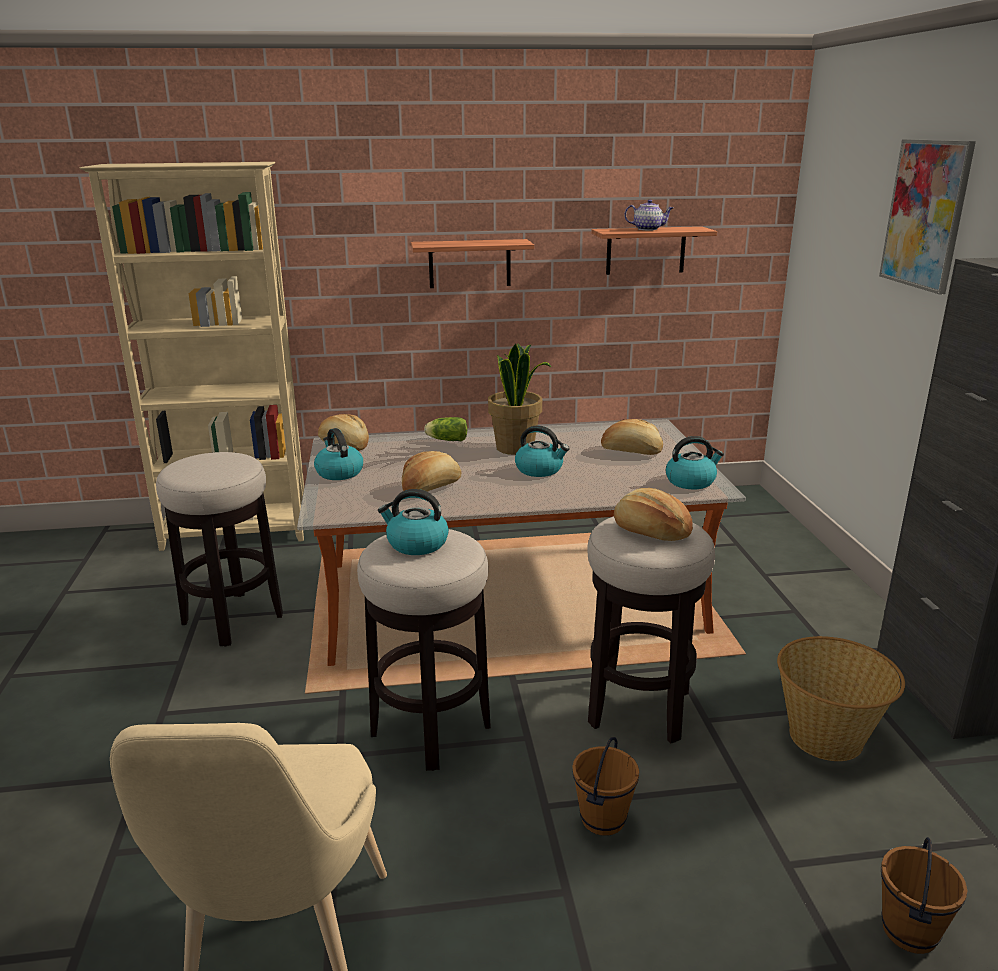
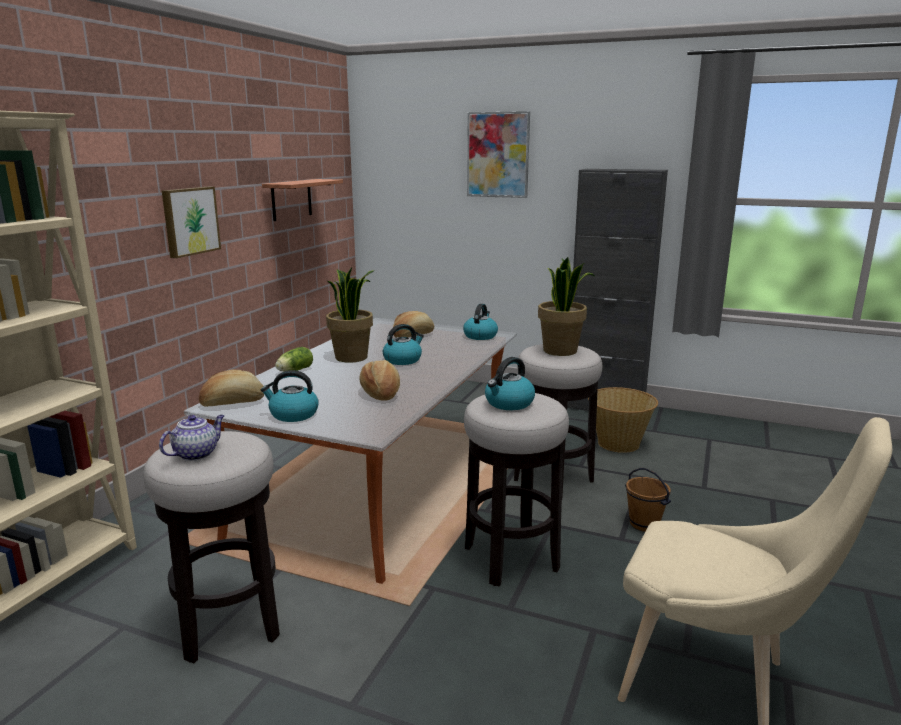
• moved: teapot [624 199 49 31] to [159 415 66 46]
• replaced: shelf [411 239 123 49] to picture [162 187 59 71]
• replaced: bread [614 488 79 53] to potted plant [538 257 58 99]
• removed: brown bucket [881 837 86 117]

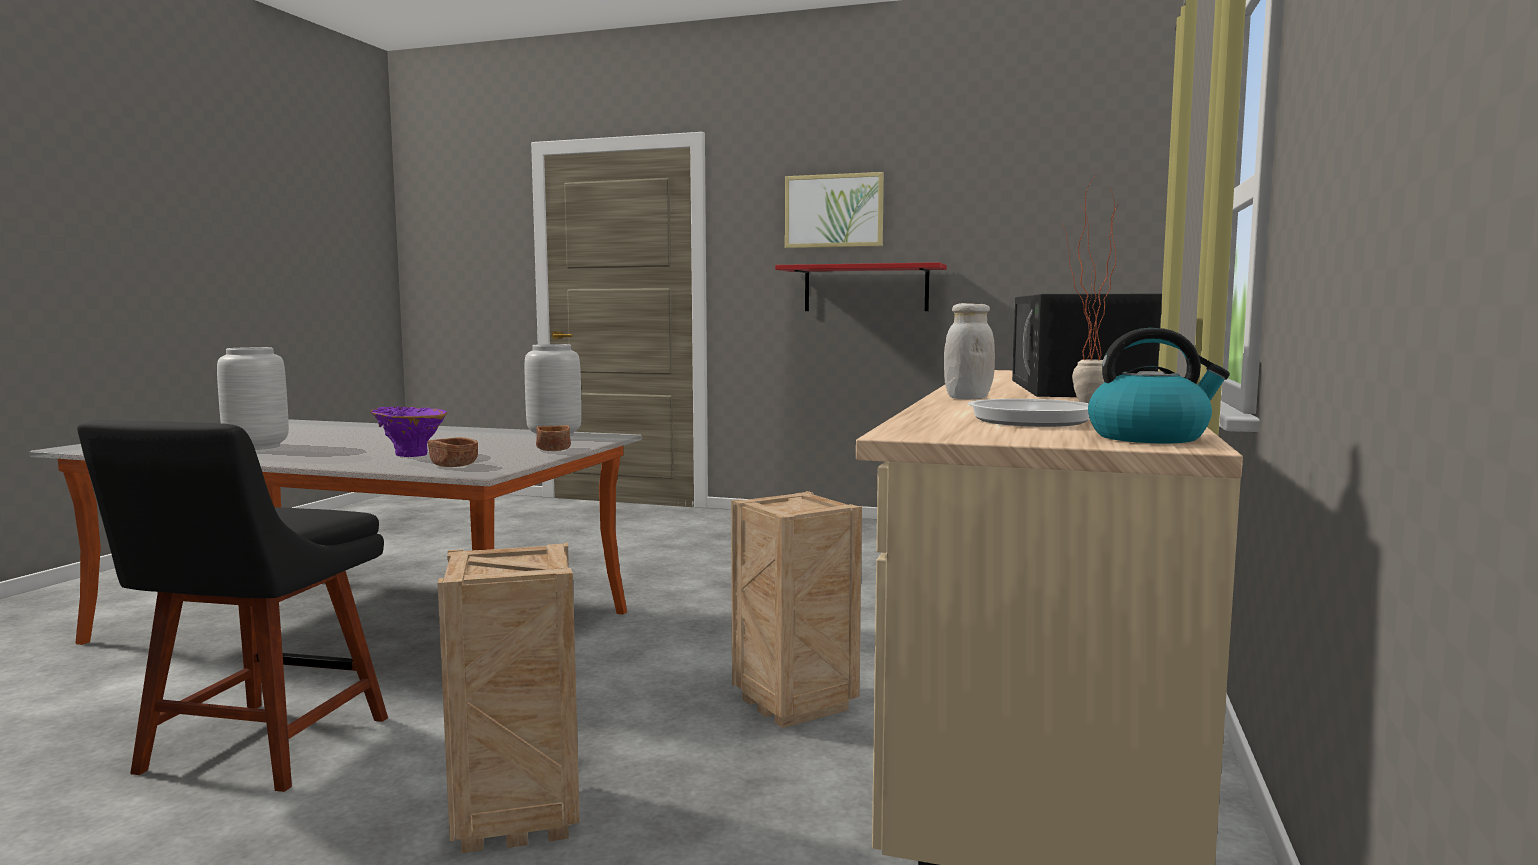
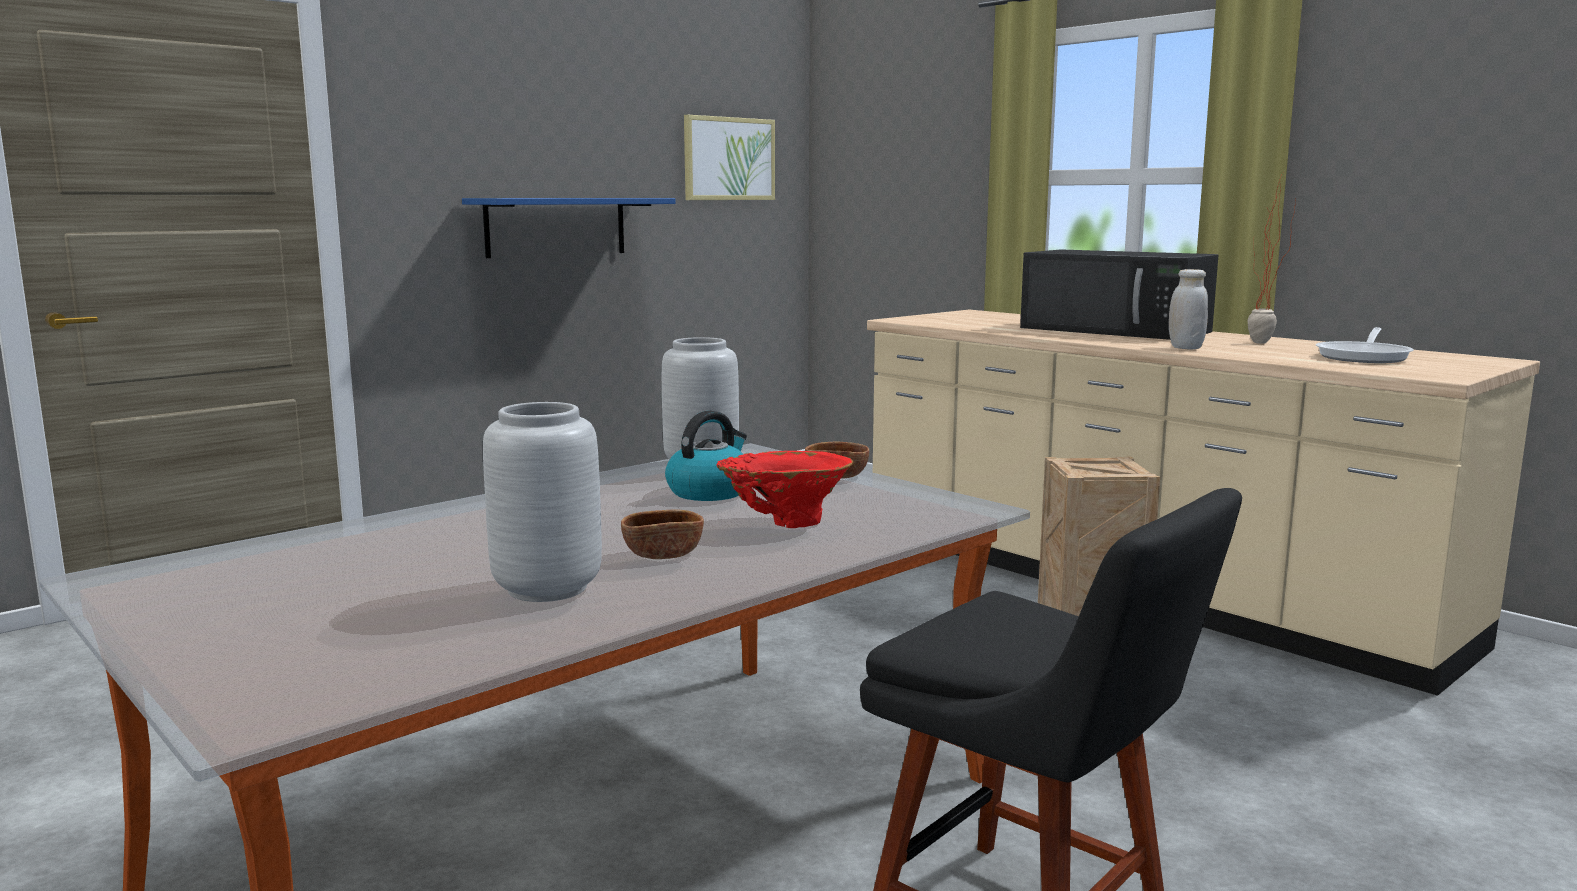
• moved: picture [785 172 99 76] to [684 115 91 85]
• recoloured: red shelf [775 262 172 49] to blue shelf [462 198 214 60]
• moved: kettle [1088 328 142 115] to [665 411 82 90]
• recoloured: purple vase [370 407 77 50] to red vase [716 451 137 77]
• moved: brown bowl [428 437 50 30] to [621 509 83 50]
• removed: crate [438 543 142 310]

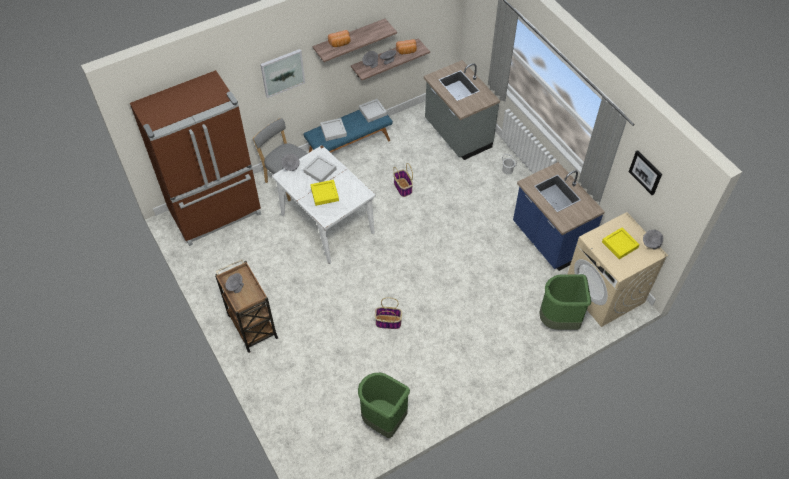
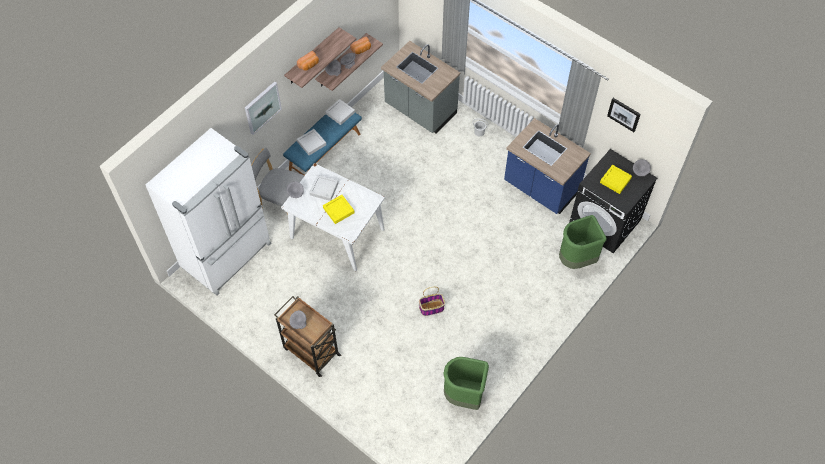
• recoloured: brown fridge [130 70 131 176] to white fridge [146 128 125 168]
• removed: basket [393 163 20 34]
• recoloured: beige washing machine [568 212 100 115] to black washing machine [569 149 88 104]

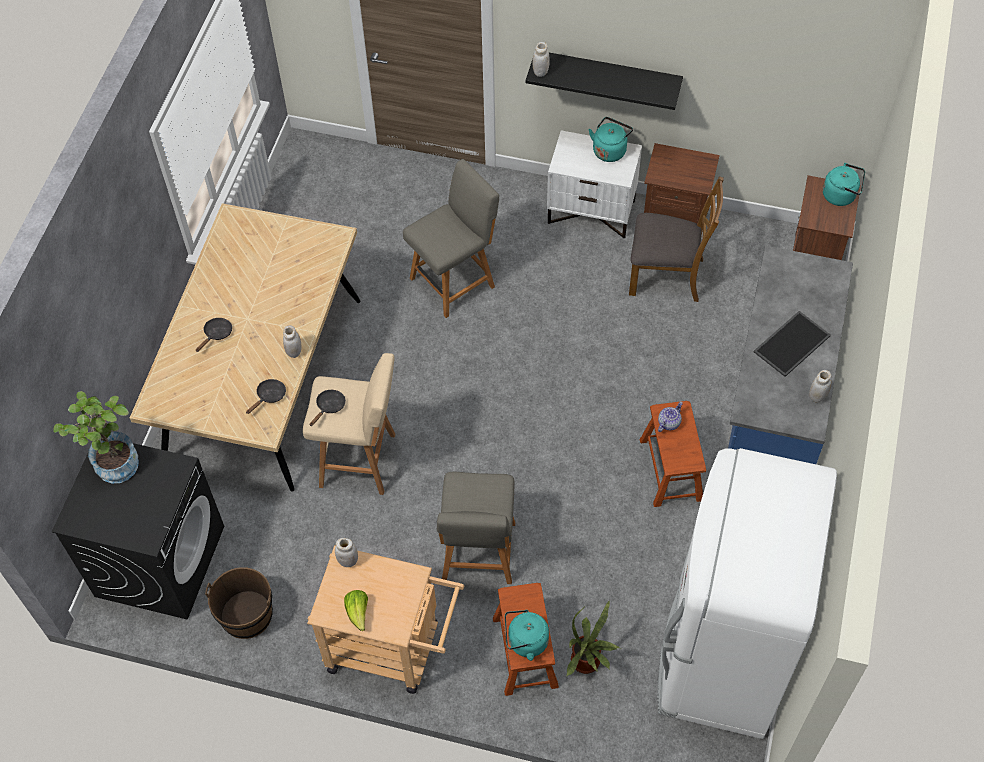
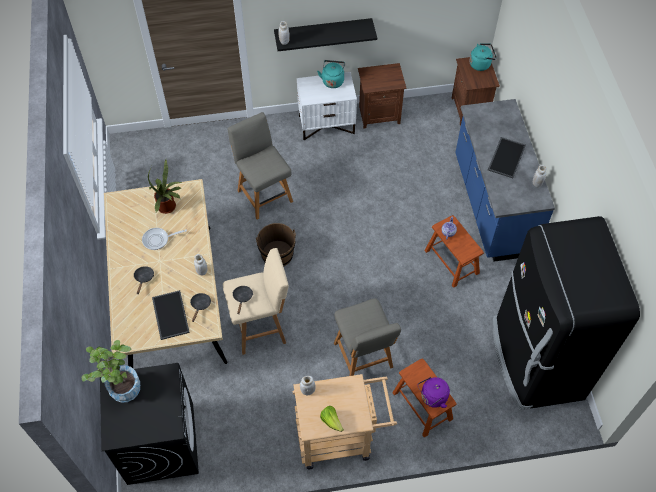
• turned: grey chair [403 159 96 159] = [228 112 65 108] 60 degrees counterclockwise
• removed: brown chair [629 176 95 126]
• recoloured: white fridge [657 448 180 291] to black fridge [493 216 147 194]
• moved: brown bucket [205 567 68 72] to [256 223 40 44]
• moved: potted plant [566 600 54 77] to [148 159 34 55]
• recoloured: turquoise kettle [505 610 44 51] to purple kettle [418 377 32 31]
• added: frying pan [142 228 45 22]
• added: tray [152 290 38 50]

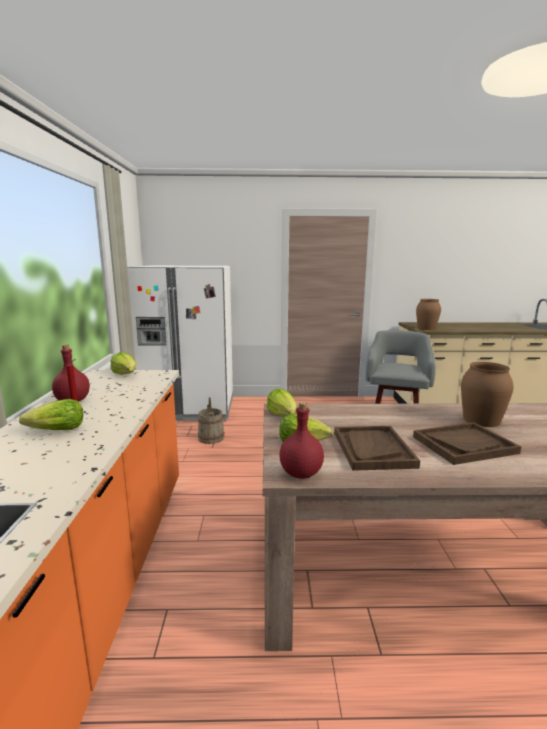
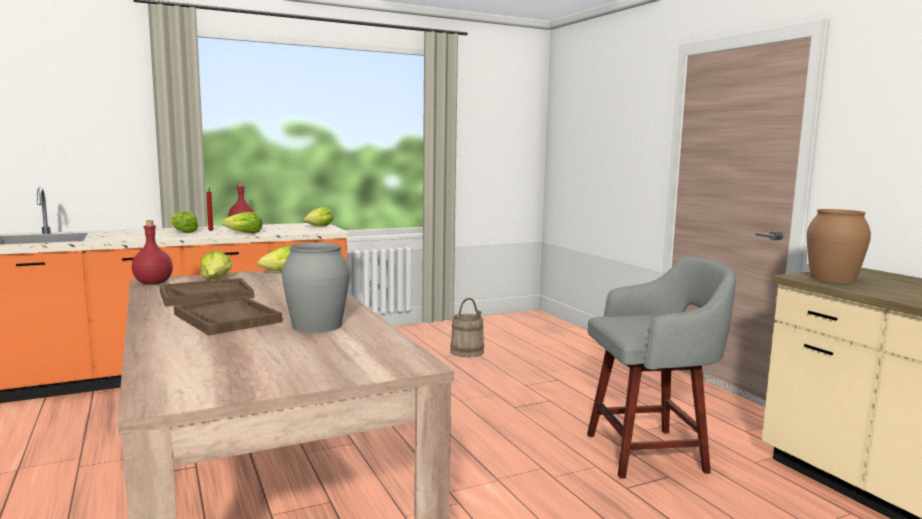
• removed: white fridge [127 266 106 155]
• recoloured: brown vase [461 362 53 65] to grey vase [282 242 68 91]
• added: lettuce [222 212 41 21]

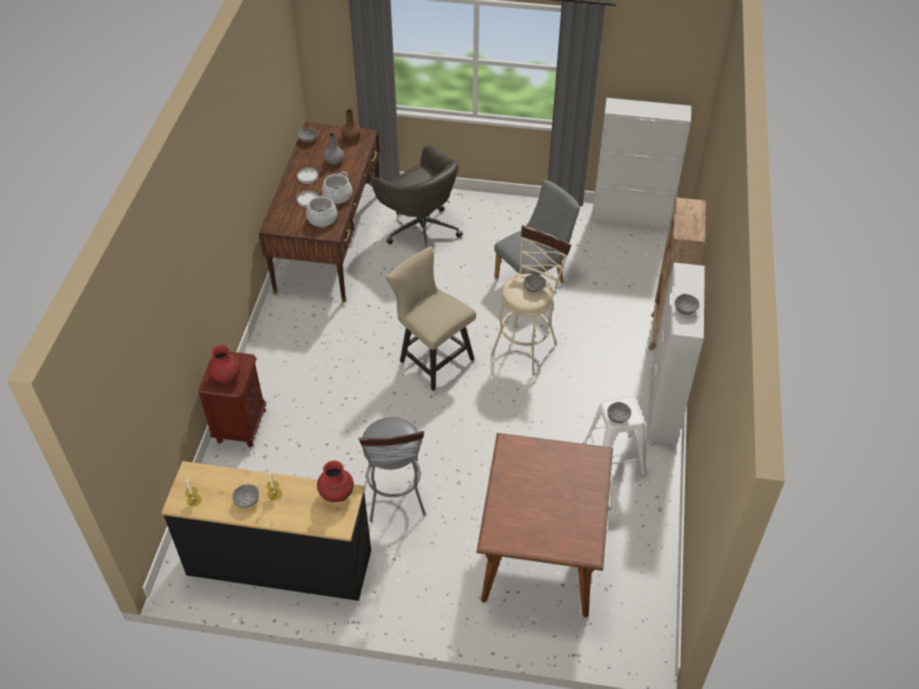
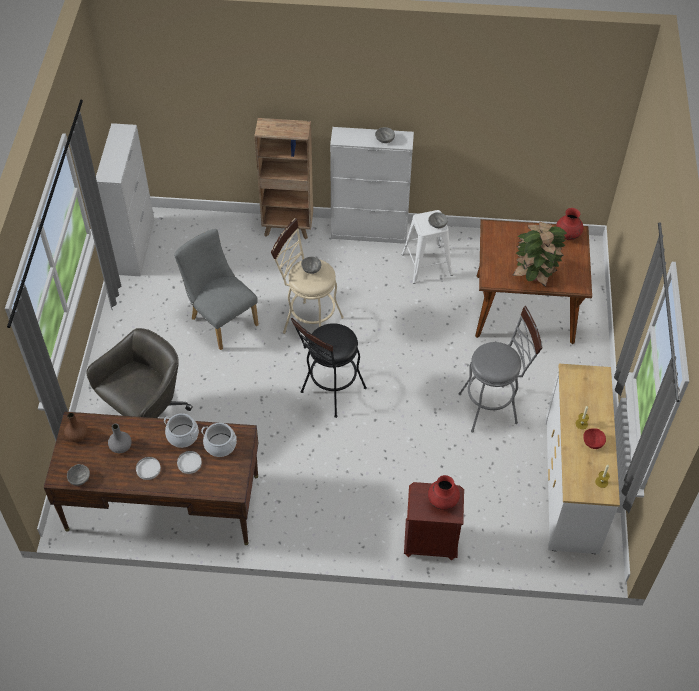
• replaced: beige chair [385 246 91 145] to black stool [291 318 76 100]
• recoloured: black dresser [161 461 210 140] to white dresser [545 364 75 190]
• moved: red vase [317 461 37 41] to [556 208 28 32]
• recoloured: grey bowl [232 484 27 24] to red bowl [583 428 23 21]
• added: potted plant [512 222 55 65]

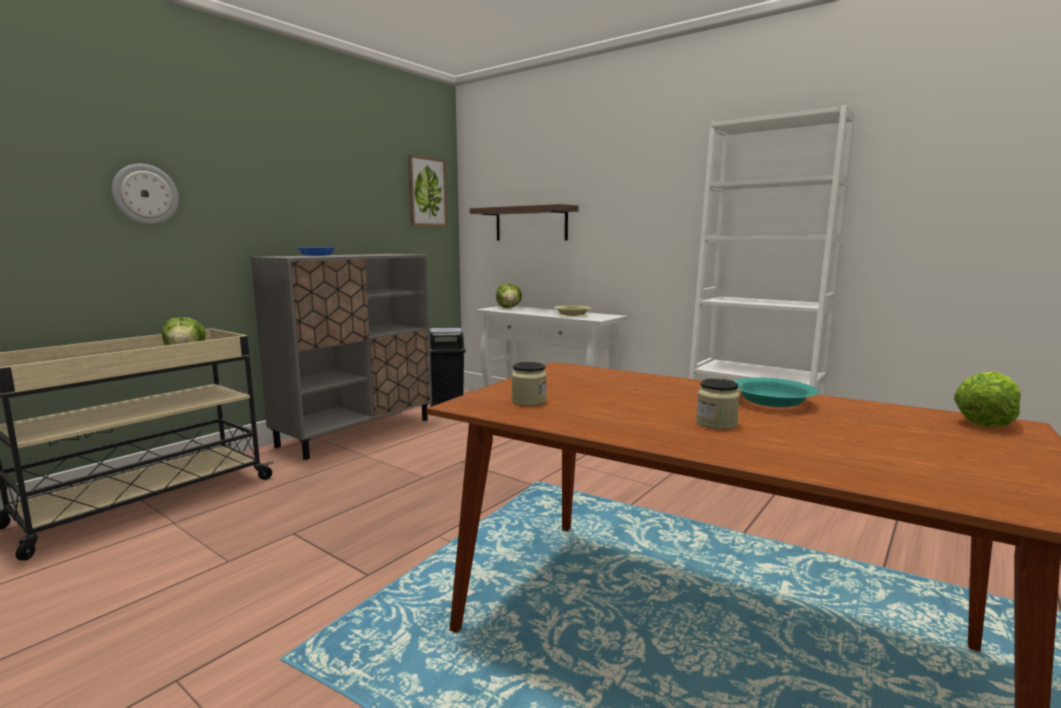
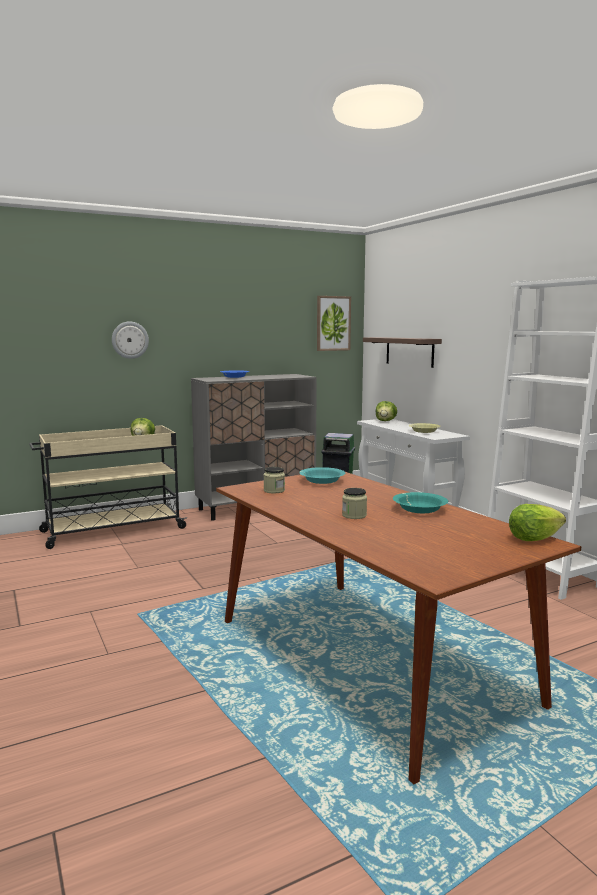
• added: turquoise bowl [299 467 46 17]

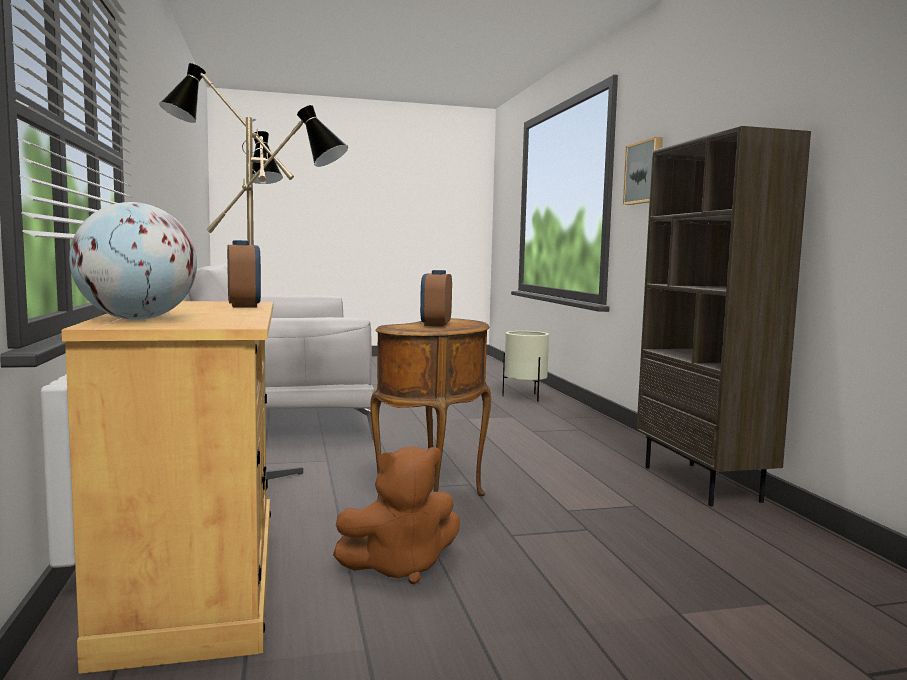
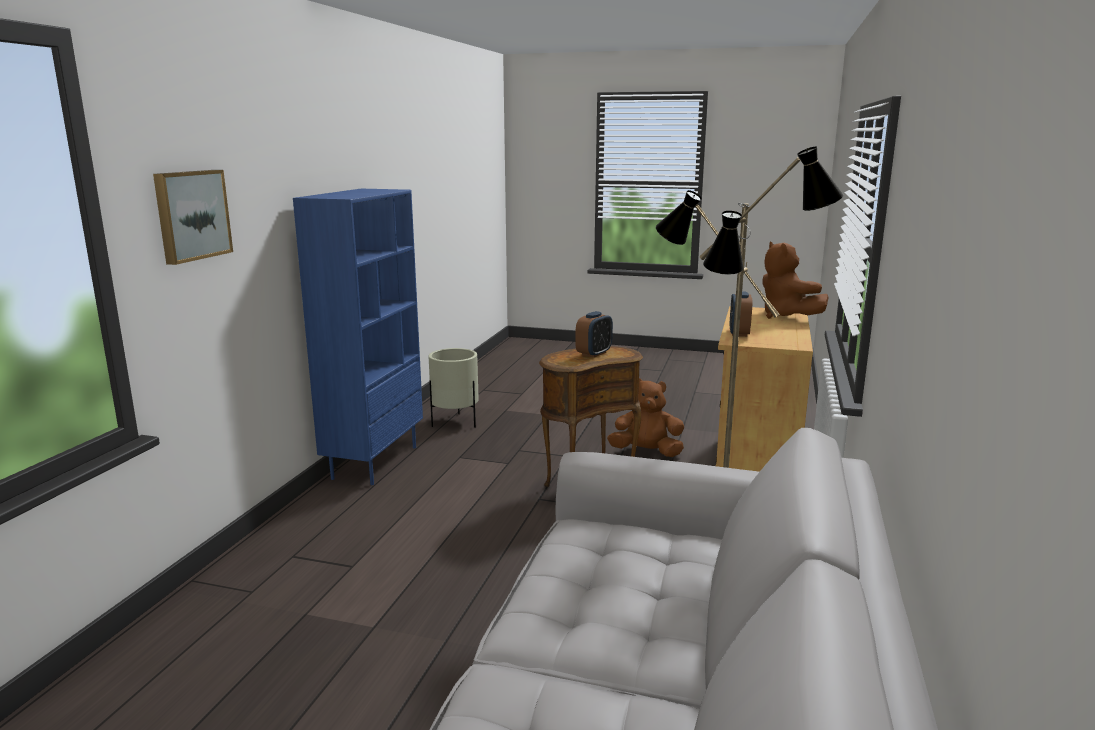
• recoloured: brown bookcase [637 126 174 380] to blue bookcase [293 189 130 296]
• replaced: globe [69 202 128 118] to brown plush toy [762 242 67 77]
• moved: beige planter [502 331 47 71] to [429 348 50 80]

